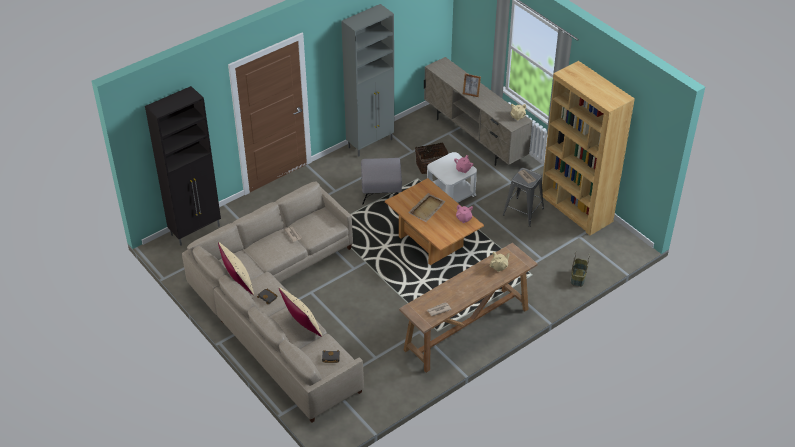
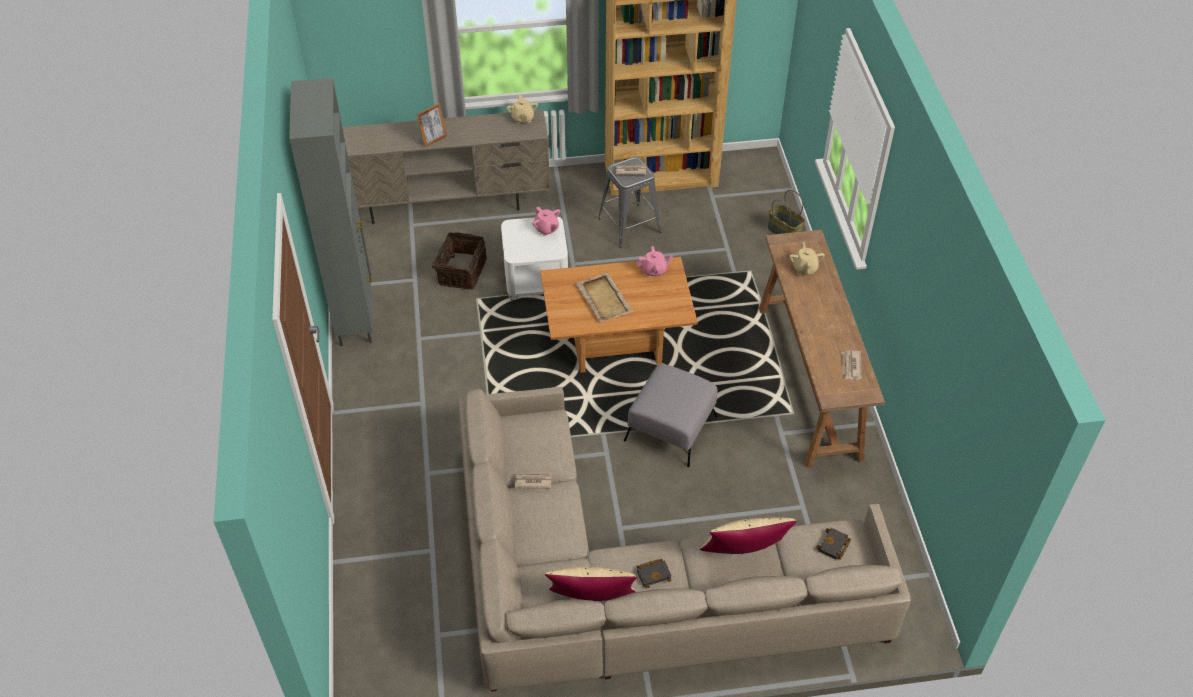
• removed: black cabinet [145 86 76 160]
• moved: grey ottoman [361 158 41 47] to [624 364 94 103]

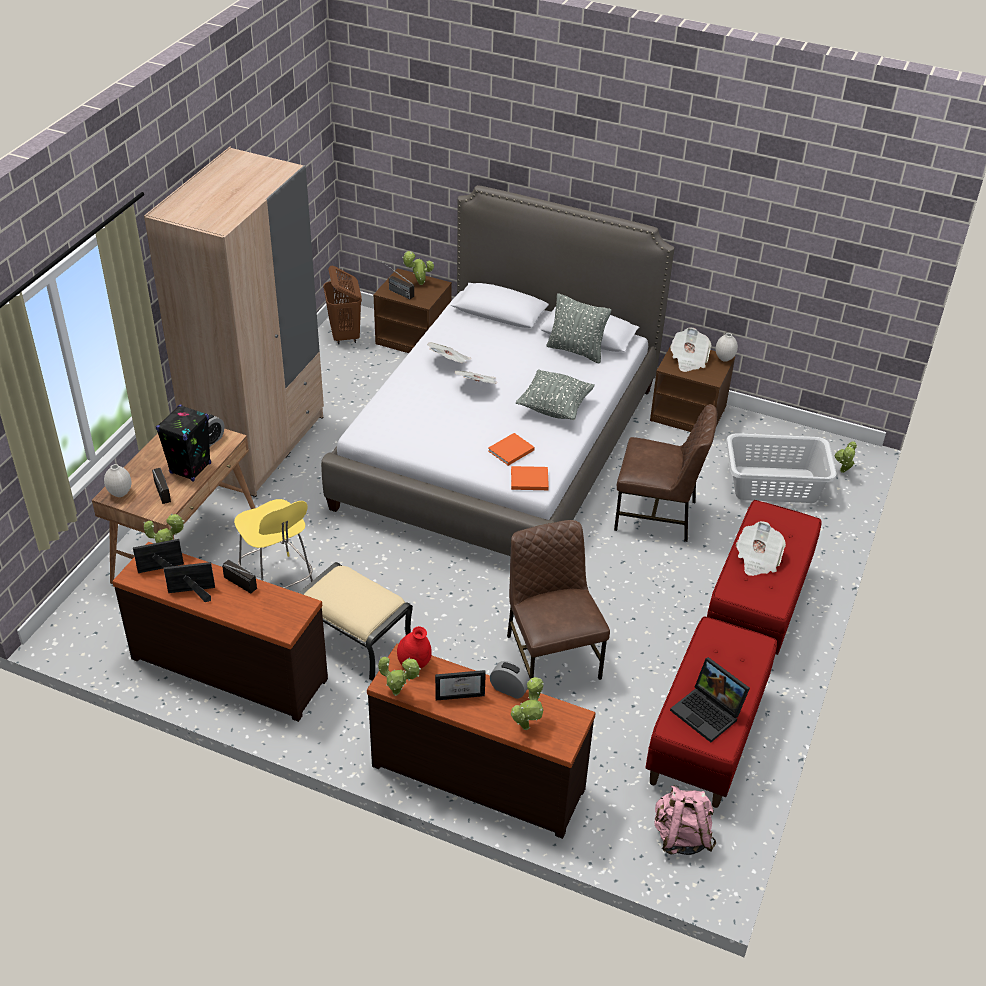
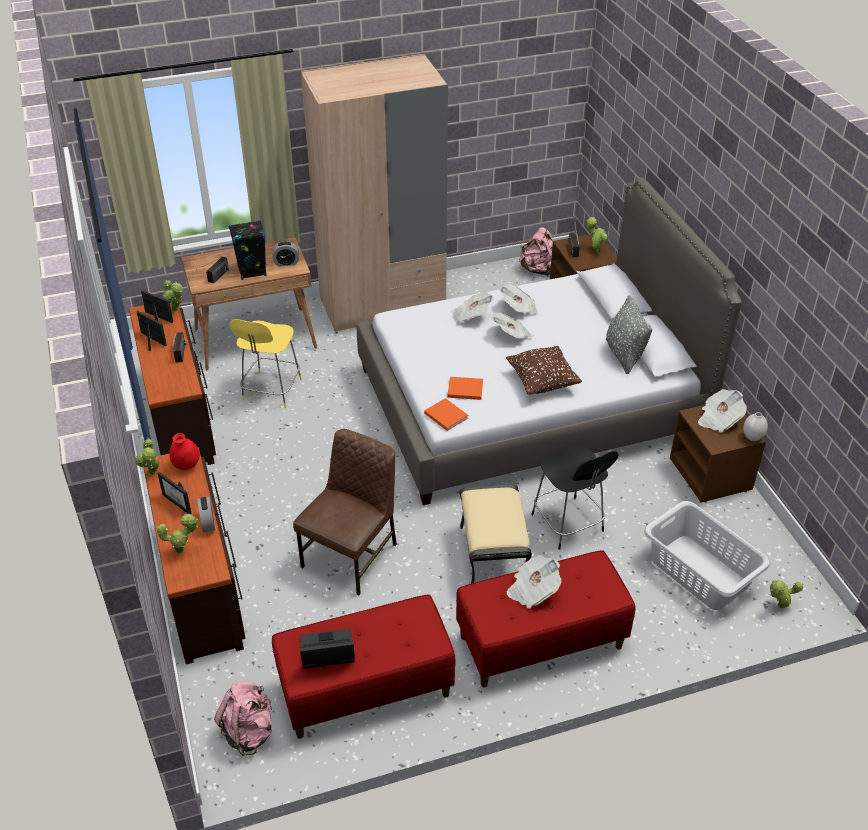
• replaced: brown laundry basket [323 266 39 79] to pink backpack [519 227 35 49]
• recoloured: grey pillow [516 369 79 51] to brown pillow [506 346 76 49]
• replaced: brown chair [614 404 103 138] to black stool [531 446 87 104]
• removed: white vase [104 464 27 33]
• moved: beige ottoman [299 562 114 119] to [460 484 72 99]
• turned: laptop [670 657 80 85] = [300 628 55 41] 75 degrees clockwise
• added: newspaper [452 292 41 31]

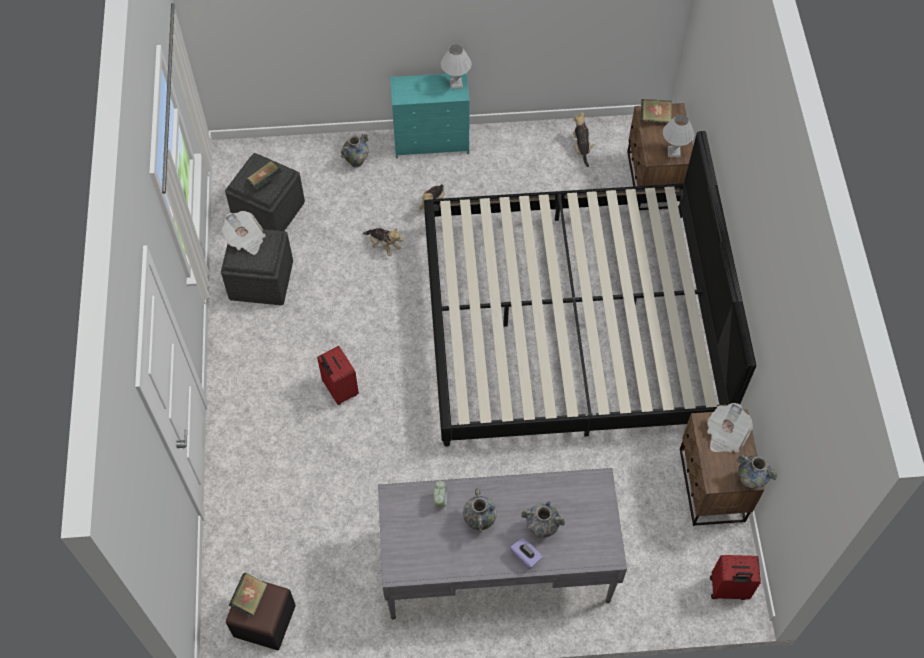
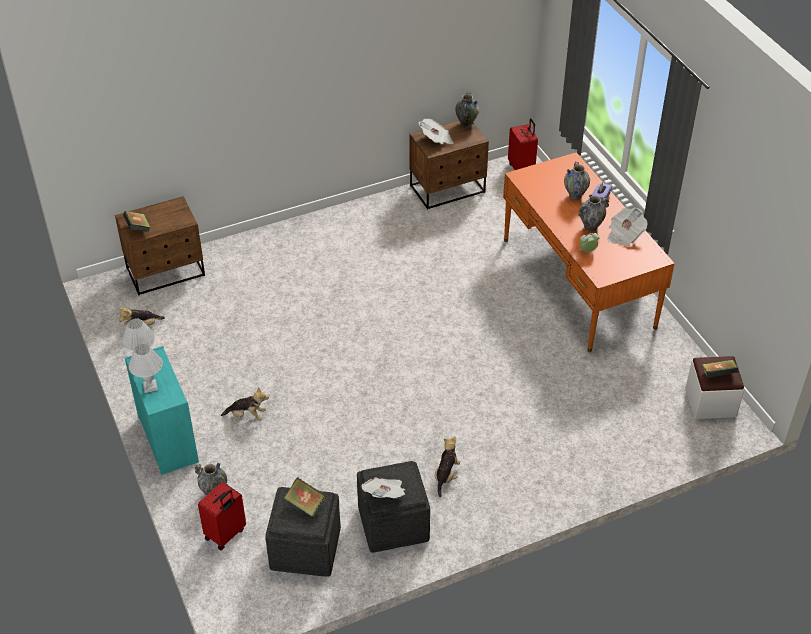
• moved: white table lamp [663 114 31 43] to [129 344 34 49]
• removed: bed [424 131 332 316]
• moved: plush toy [363 227 40 29] to [435 436 25 61]
• moved: red suitcase [317 346 42 59] to [198 482 48 69]
• recoloured: grey desk [378 468 249 151] to orange desk [503 152 172 200]
• recoloured: black ottoman [226 581 70 69] to white ottoman [685 356 59 63]
• added: newspaper [607 208 40 38]

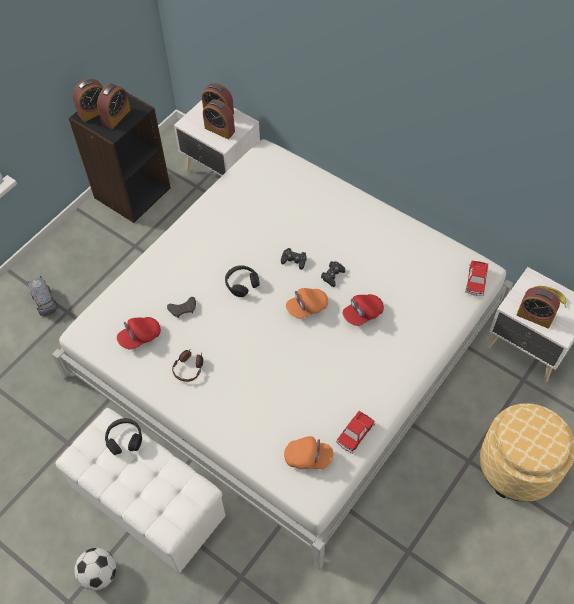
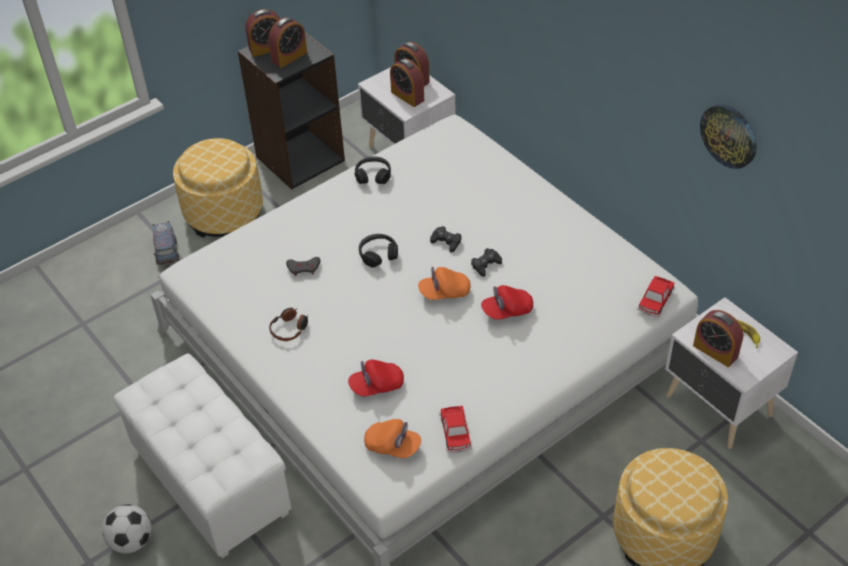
• moved: red cap [117 317 44 33] to [348 359 56 38]
• turned: toy car [336 411 39 42] = [439 406 33 47] 60 degrees counterclockwise
• moved: black headphones [105 418 37 37] to [355 156 36 28]
• added: wall clock [700 104 56 65]
• added: ottoman [173 138 90 100]

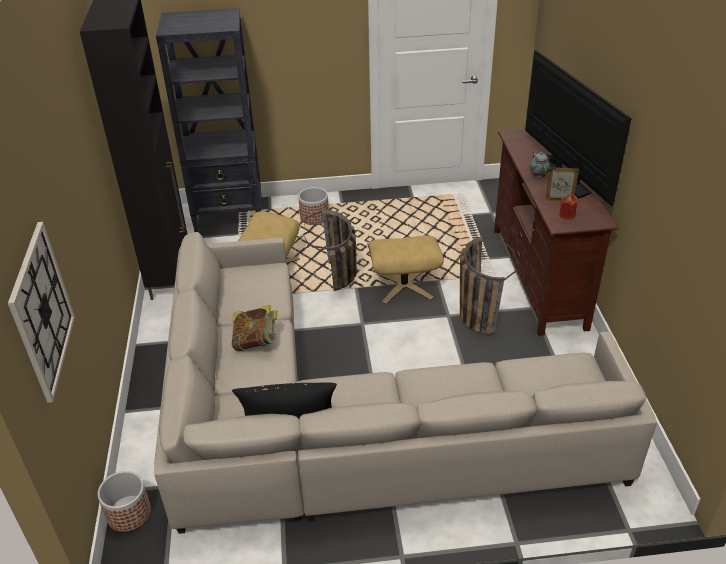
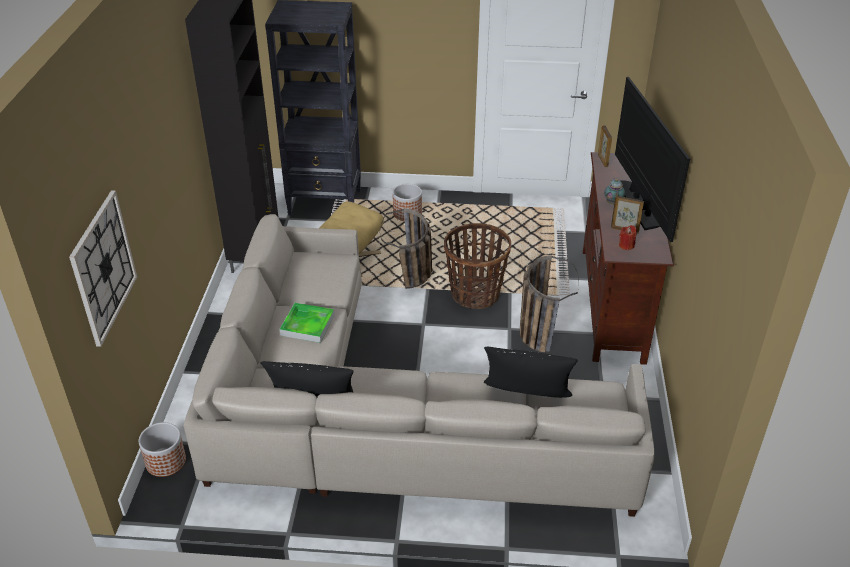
• replaced: beige ottoman [367 235 77 69] to basket [444 223 67 86]
• replaced: book [232 305 45 46] to tray [279 303 56 40]
• added: picture frame [598 125 14 42]
• added: black pillow [484 347 94 51]

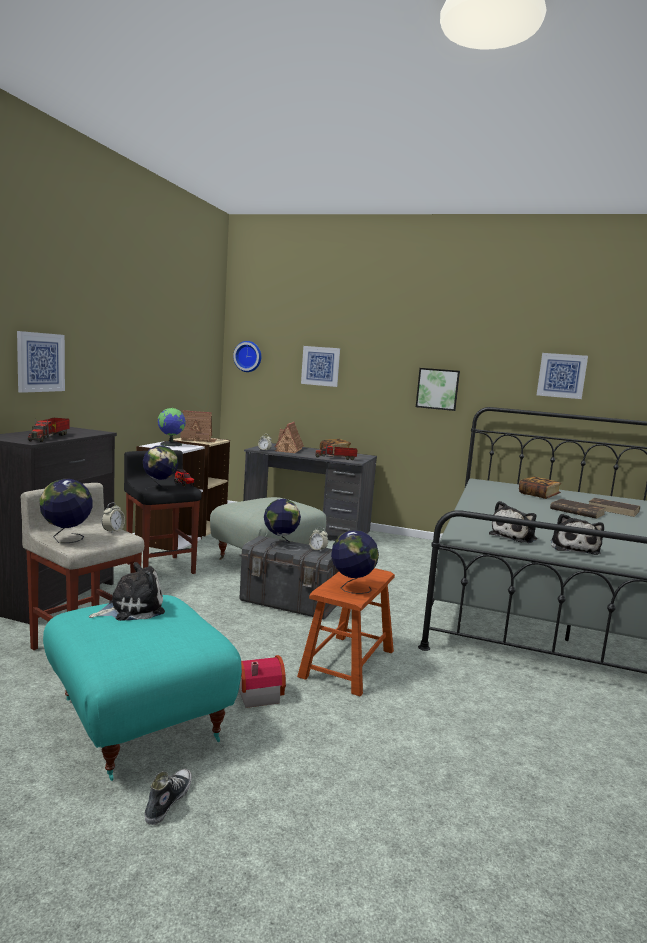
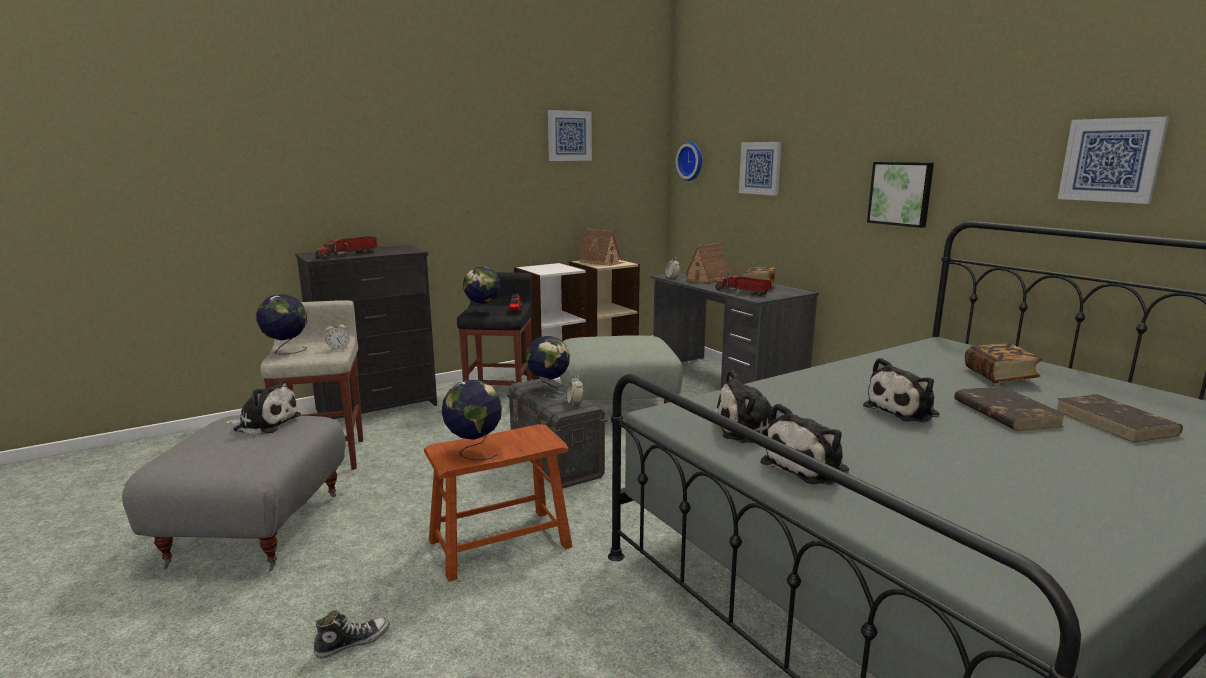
• moved: picture [17 331 48 62] to [548 110 44 51]
• removed: globe [158 408 28 38]
• recoloured: turquoise ottoman [43 595 199 186] to grey ottoman [122 415 224 157]
• removed: toy house [239 655 47 53]
• moved: shoe [145 769 47 56] to [313 610 77 49]
• added: plush toy [863 358 77 65]

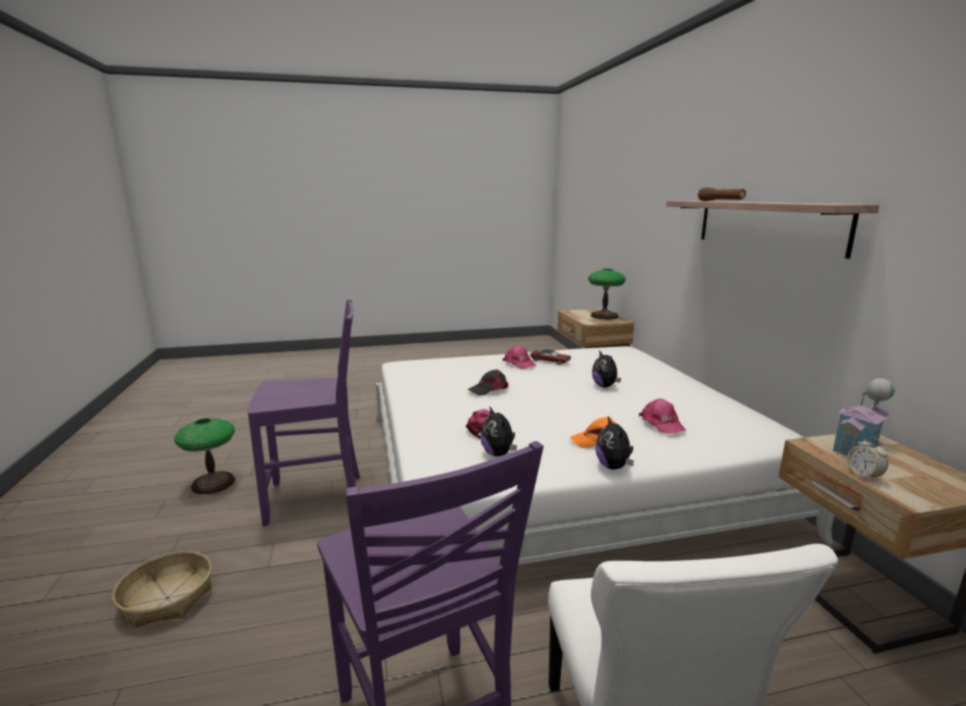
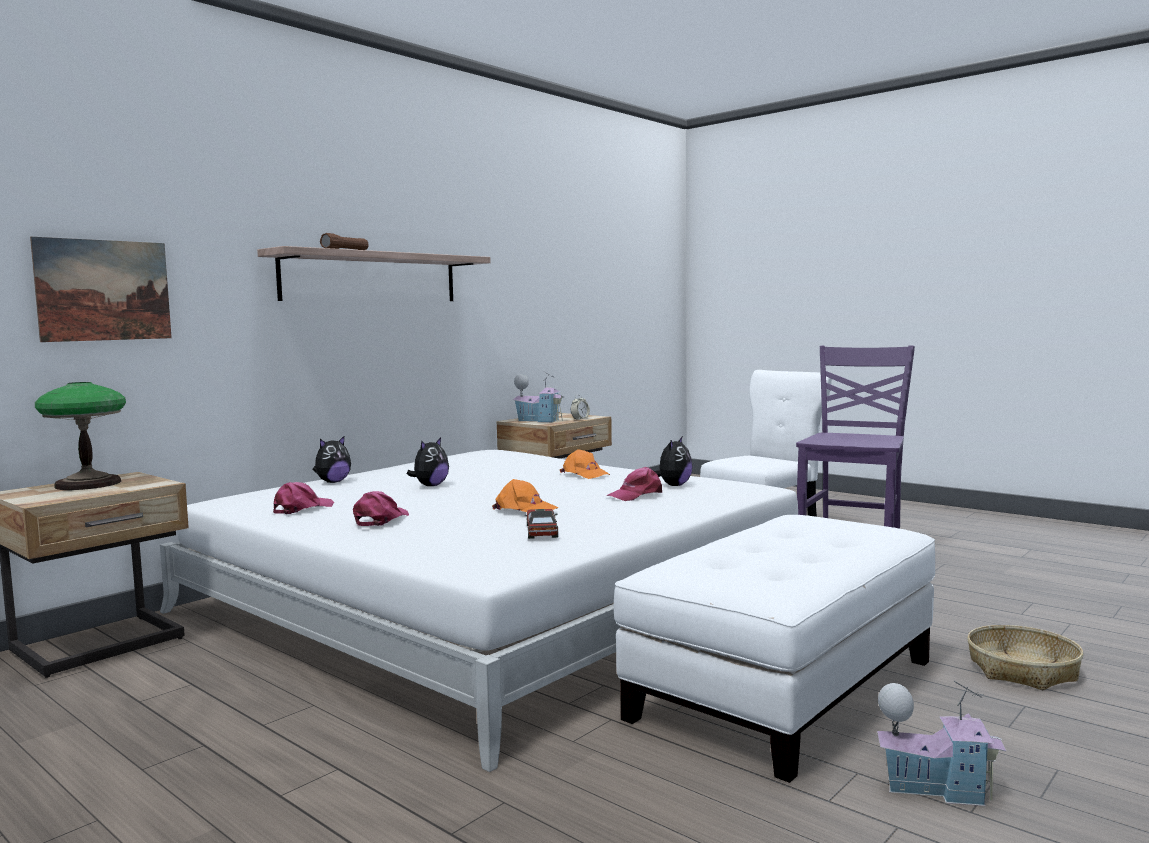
• replaced: purple chair [248 299 112 227] to white ottoman [614 515 321 268]
• moved: toy car [530 349 41 16] to [525 509 33 30]
• recoloured: black cap [468 369 40 27] to orange cap [492 479 67 33]
• moved: pink cap [639 399 47 35] to [273 482 61 32]
• moved: plush toy [595 417 39 53] to [313 436 38 47]
• replaced: table lamp [174 419 61 75] to toy house [877 681 129 125]
• added: picture [30 237 142 105]

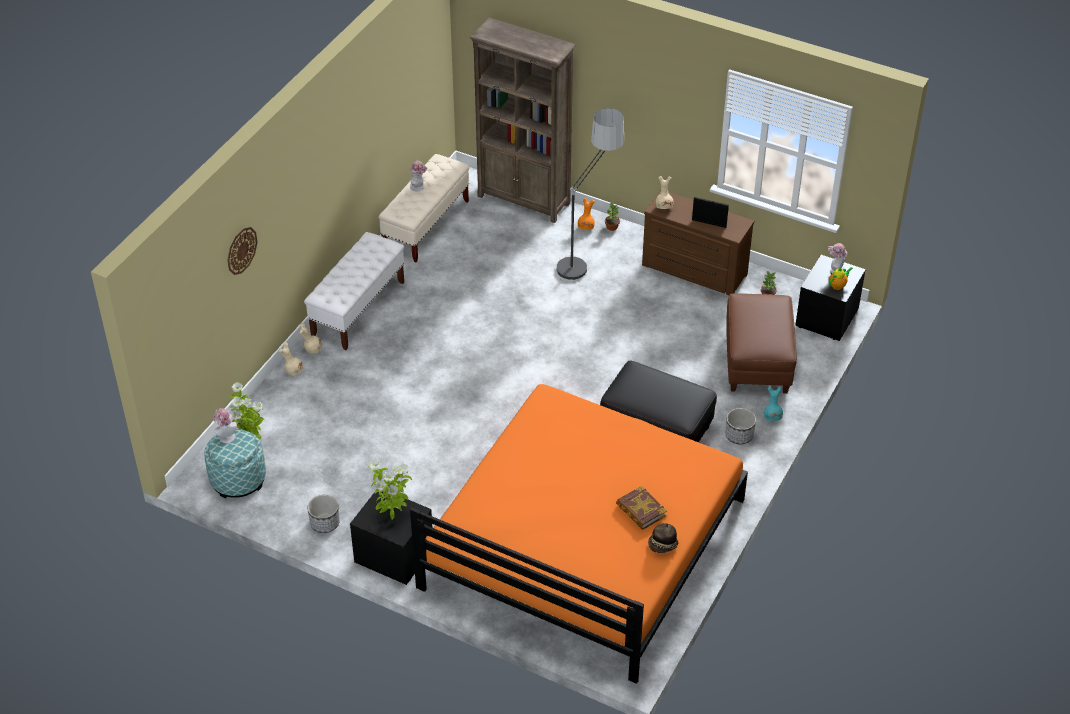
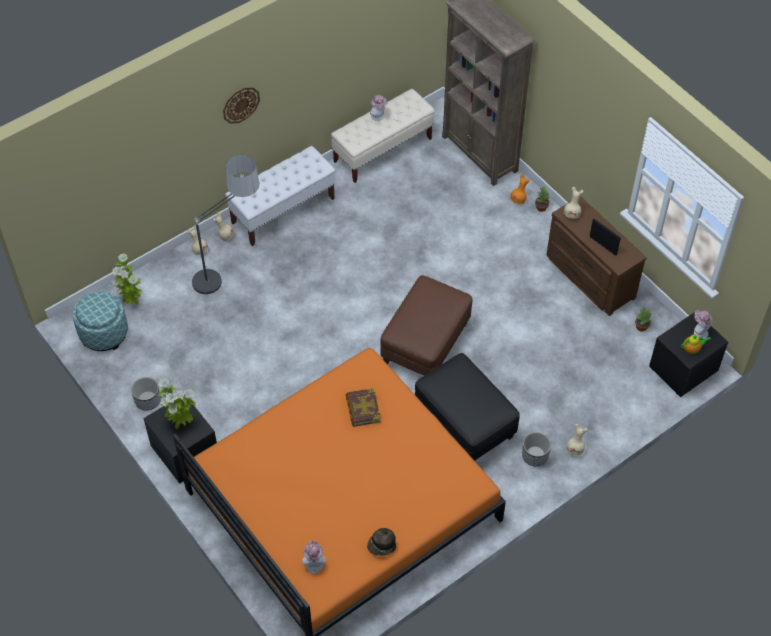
• moved: floor lamp [556 108 68 173] to [190 155 70 139]
• moved: wall clock [227 227 30 48] to [223 88 37 36]
• moved: brown ottoman [726 293 71 100] to [380 275 92 101]
• recoloured: turquoise vase [764 387 19 34] to beige vase [566 424 22 32]
• moved: hat [213 408 24 35] to [302 541 24 33]
• moved: book [616 485 51 45] to [346 388 35 39]

